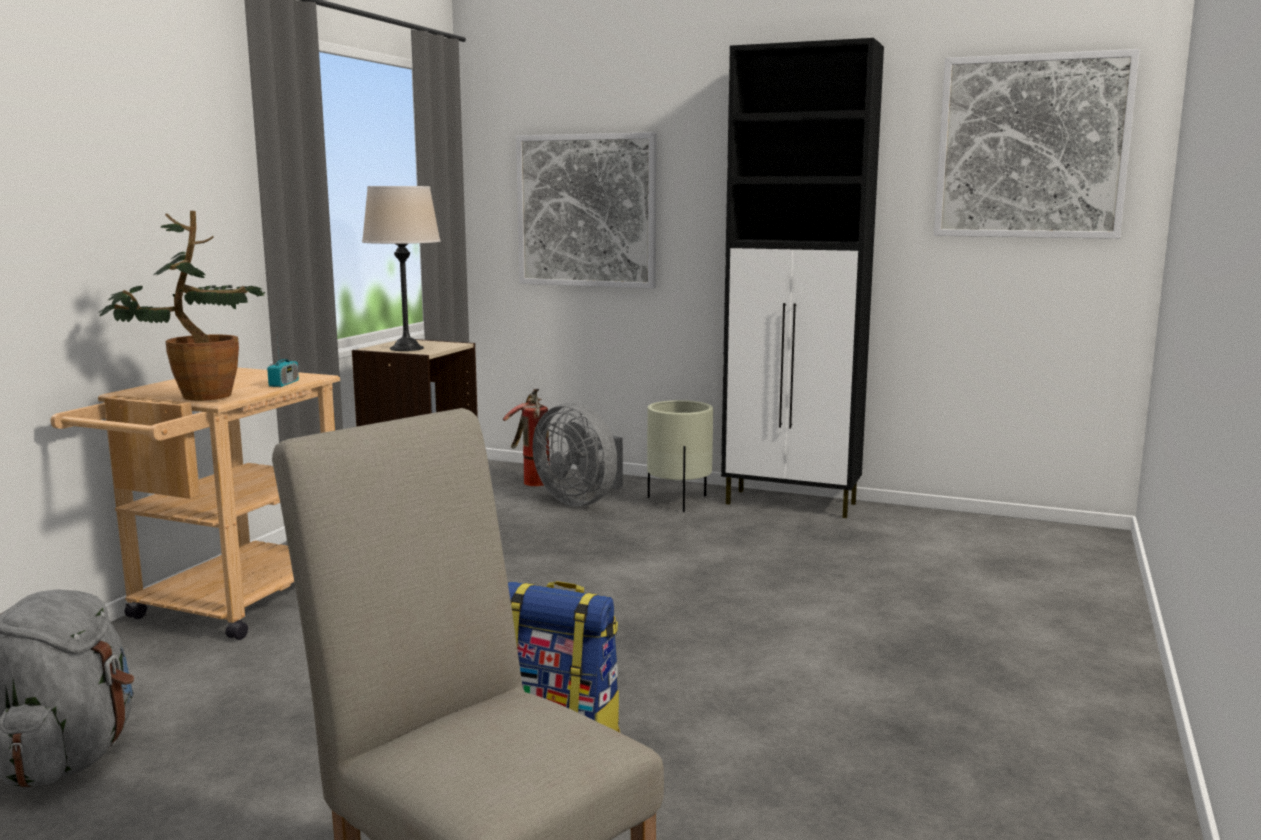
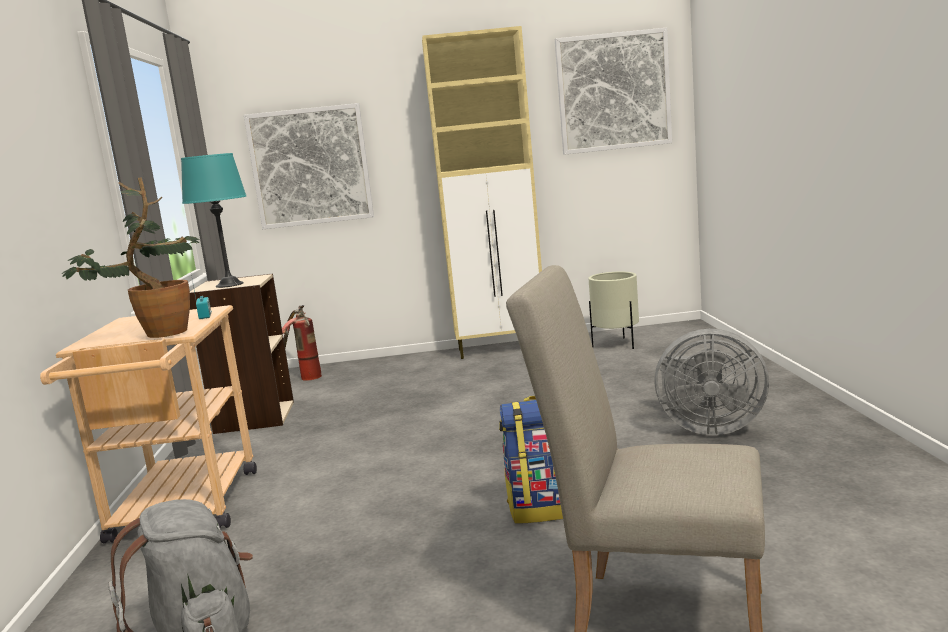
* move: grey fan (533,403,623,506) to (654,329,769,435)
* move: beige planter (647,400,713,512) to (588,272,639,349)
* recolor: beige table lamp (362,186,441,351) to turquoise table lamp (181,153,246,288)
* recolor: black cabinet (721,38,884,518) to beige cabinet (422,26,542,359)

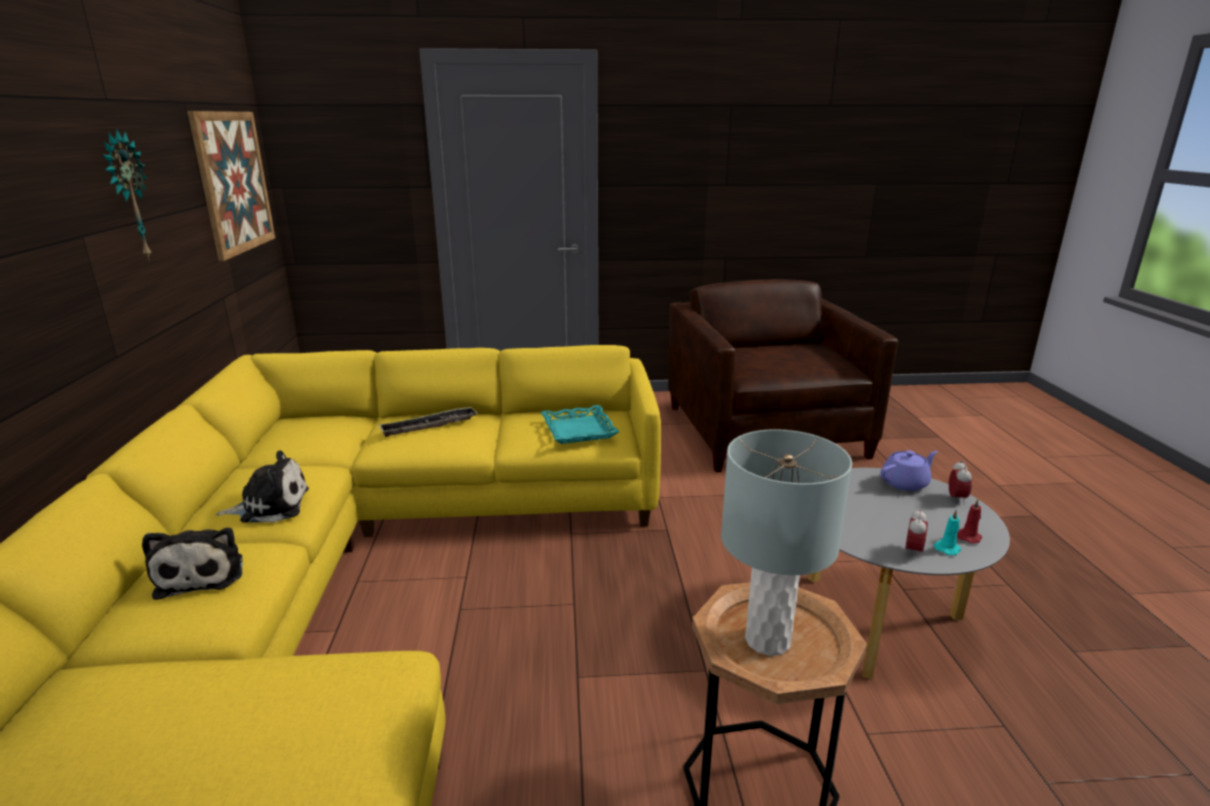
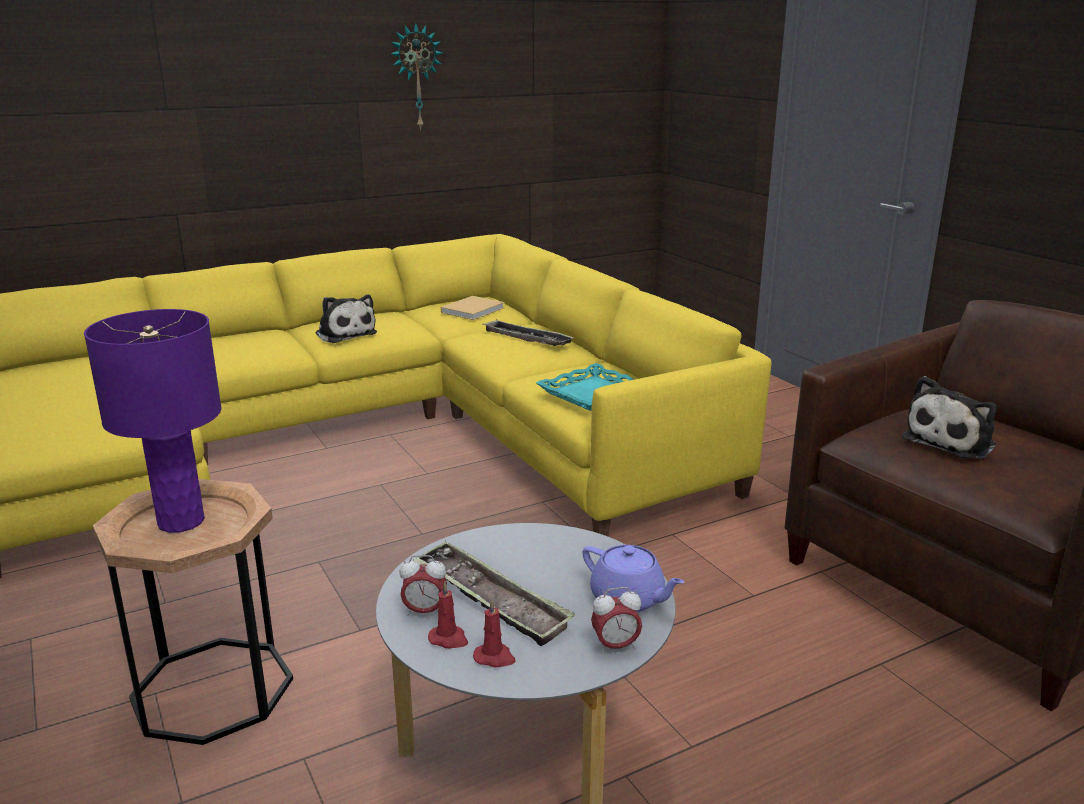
* delete: picture (187,111,275,261)
* insert: tray (413,541,575,646)
* insert: beige book (441,296,505,320)
* move: plush toy (142,528,243,600) to (902,376,997,459)
* recolor: grey table lamp (721,429,852,656) to purple table lamp (84,309,222,533)
* recolor: turquoise candle (934,509,961,555) to red candle (428,582,468,649)

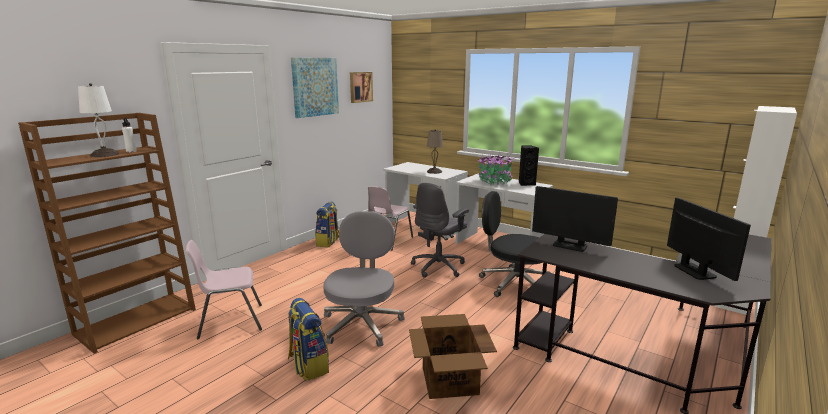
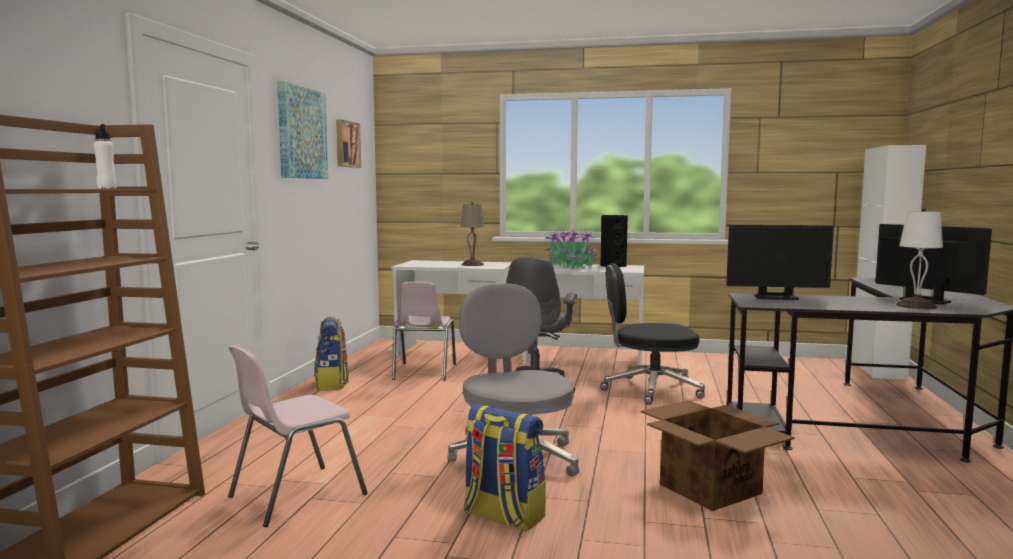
* move: white table lamp (78,83,119,157) to (896,208,943,309)

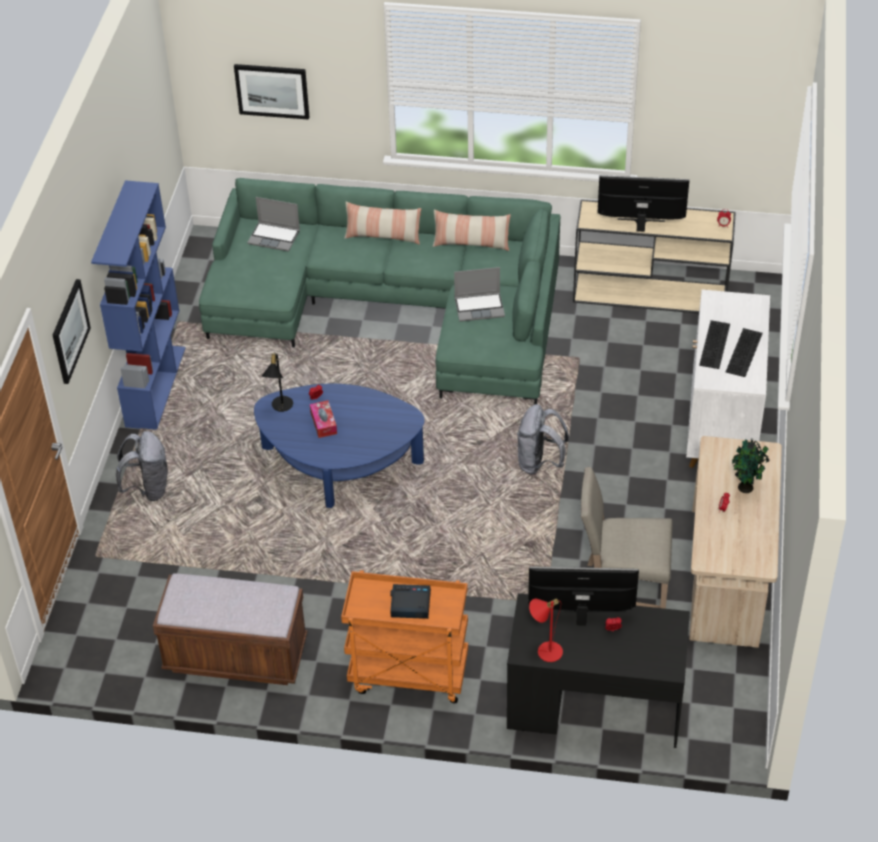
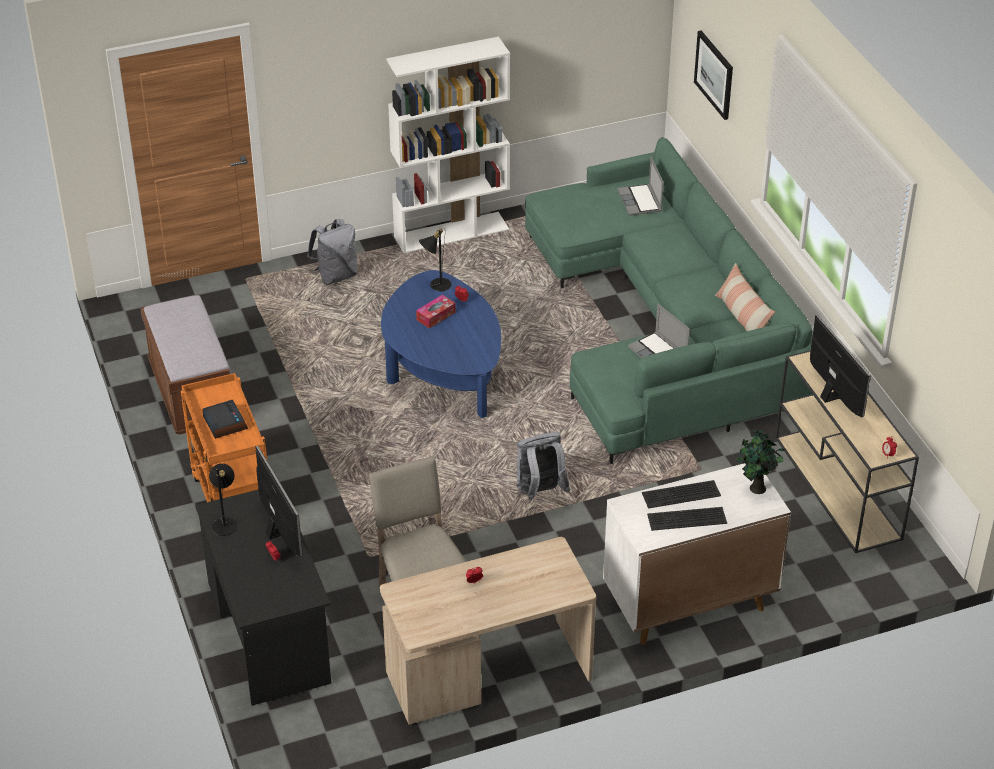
* delete: picture (53,279,91,384)
* delete: pillow (344,202,421,245)
* move: potted plant (732,439,770,493) to (736,429,785,494)
* recolor: blue bookcase (91,180,186,430) to white bookcase (386,37,510,253)
* recolor: red table lamp (529,599,563,662) to black table lamp (209,463,237,536)

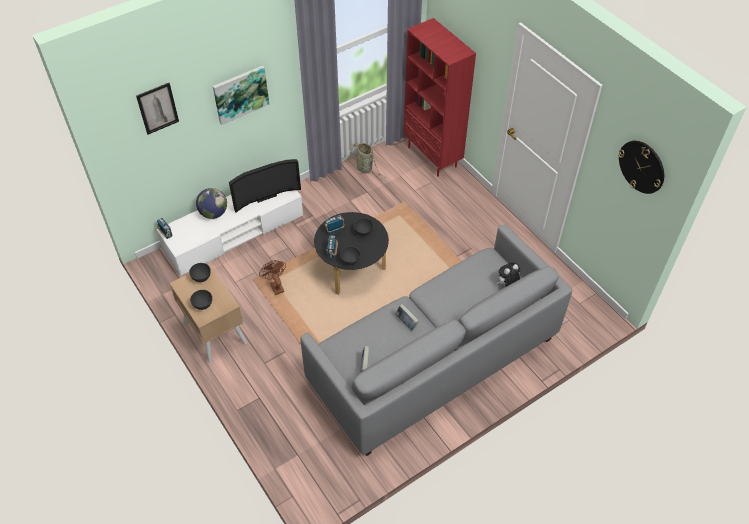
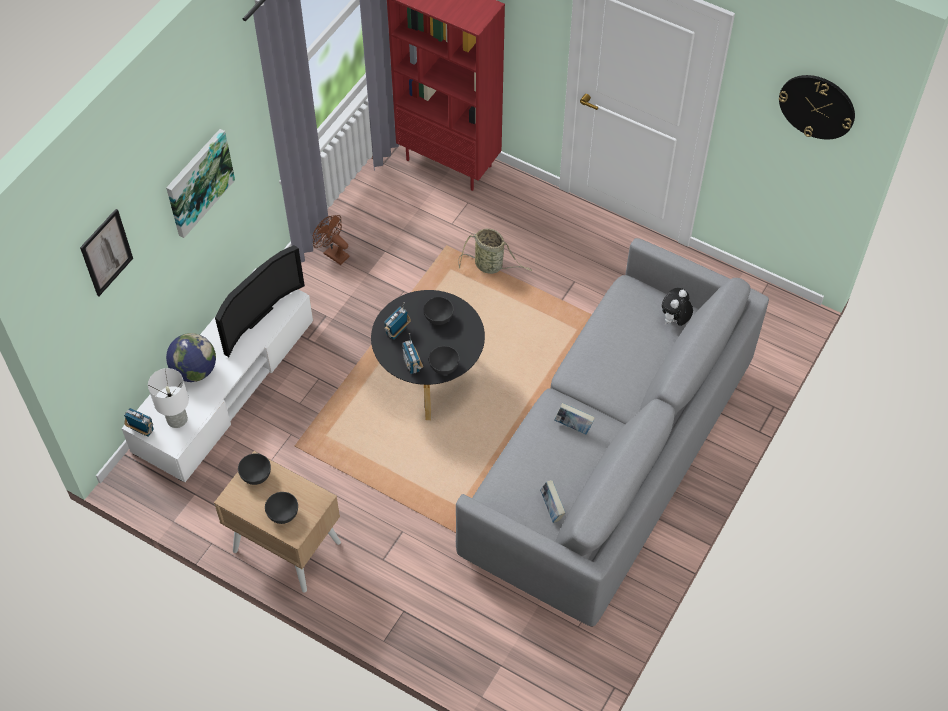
* insert: white table lamp (148,368,189,428)
* move: brown fan (259,260,286,295) to (313,215,349,265)
* move: basket (345,143,386,178) to (458,228,532,274)

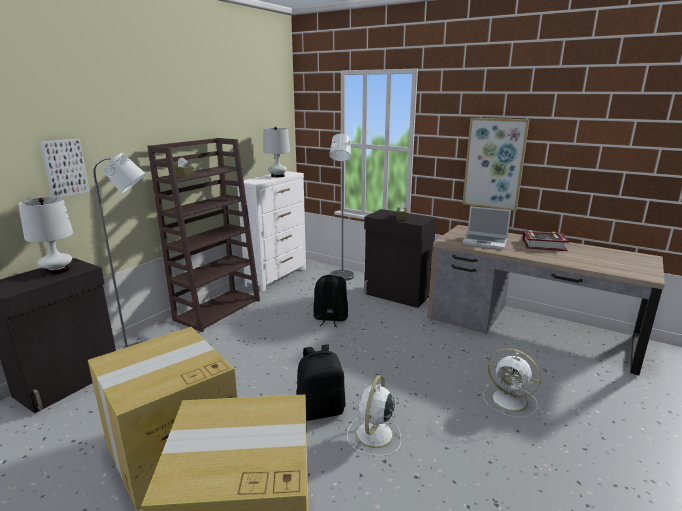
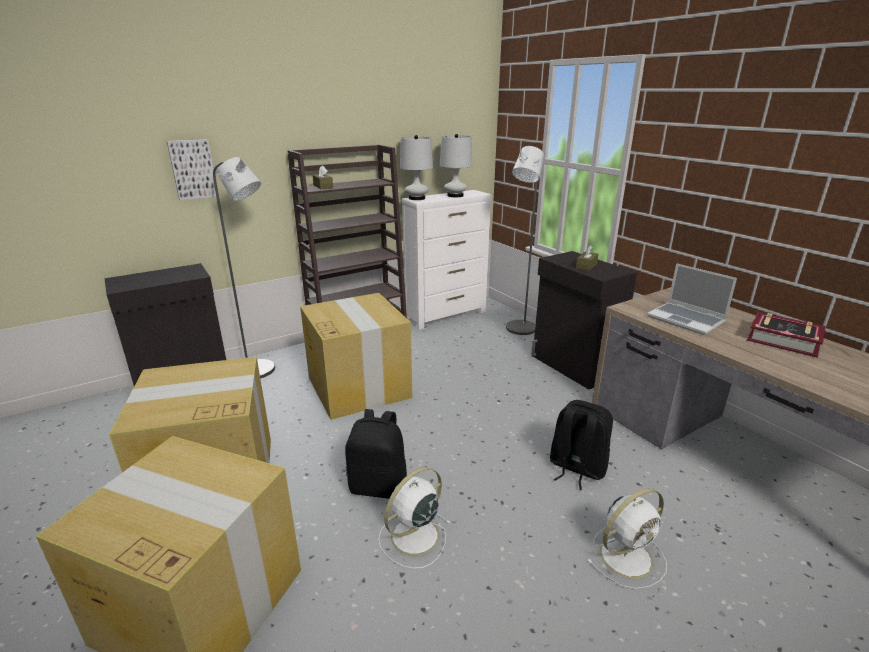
* delete: picture (462,118,530,211)
* insert: cardboard box (300,293,412,420)
* move: white table lamp (18,197,73,275) to (400,135,433,200)
* move: black backpack (314,275,348,327) to (550,400,613,490)
* rotate: white fan (483,348,541,418) = (586,488,667,589) 90 degrees counterclockwise

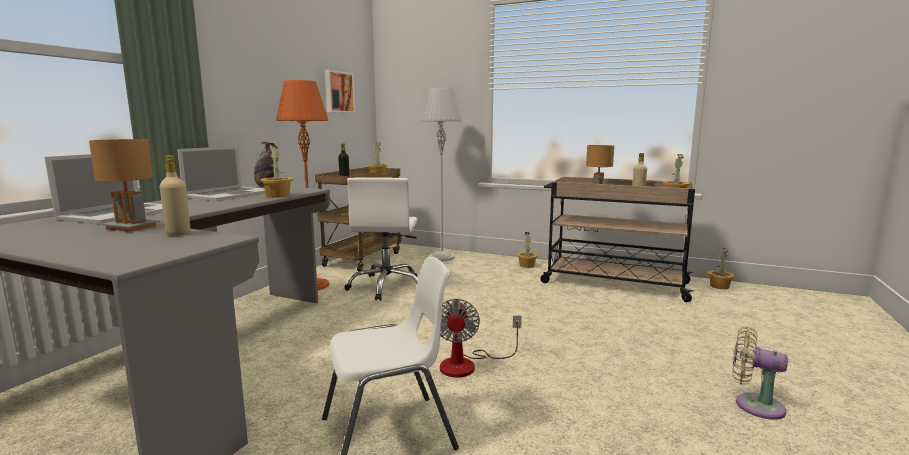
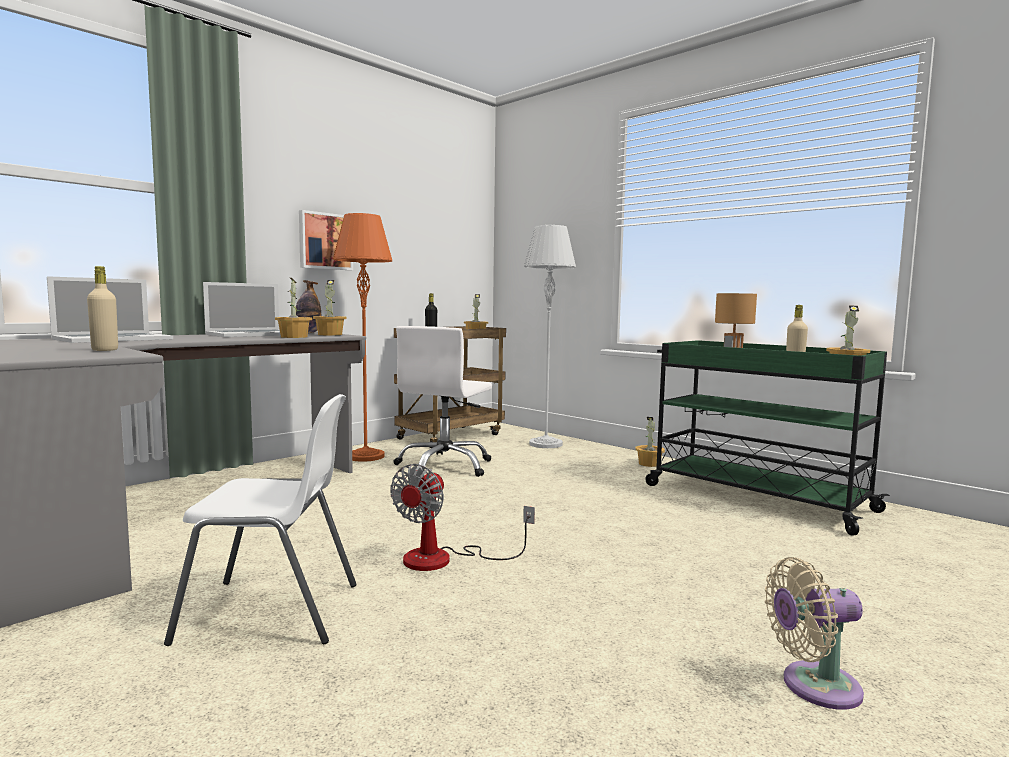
* delete: brown table lamp (89,139,160,232)
* move: picture (325,70,355,113) to (299,210,353,270)
* move: potted plant (708,248,735,289) to (313,280,346,335)
* recolor: beige cart (540,177,695,302) to green cart (646,340,890,535)
* rotate: beige fan (732,326,788,420) = (765,557,864,710) 60 degrees counterclockwise

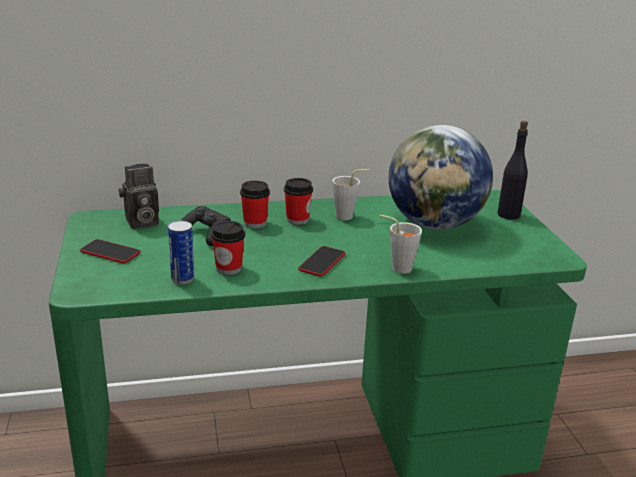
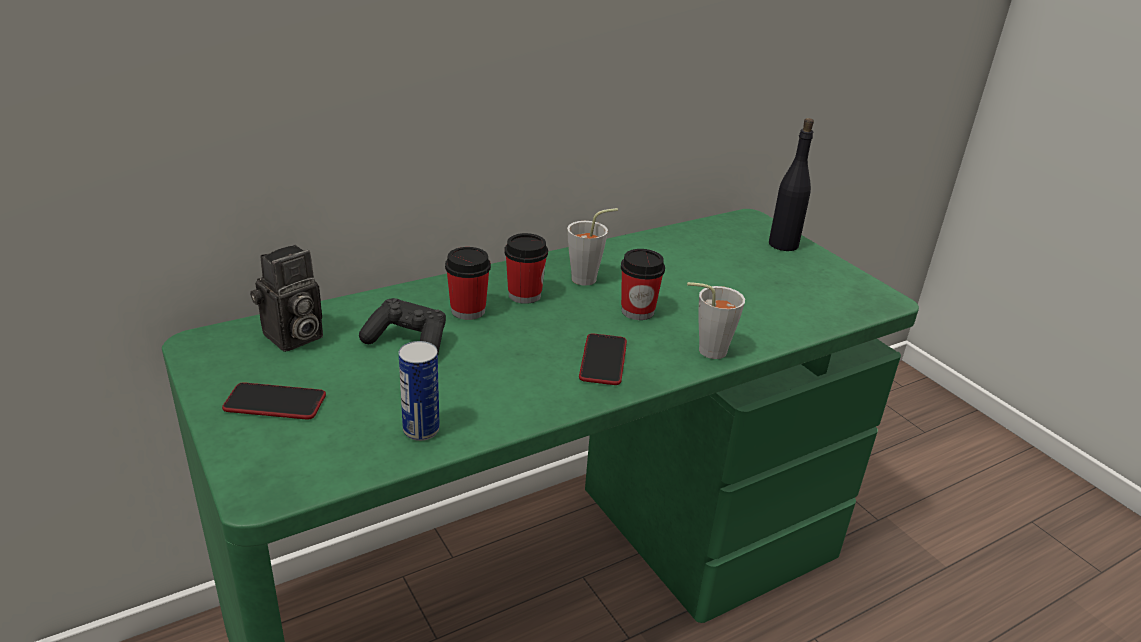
* delete: globe (389,125,493,230)
* move: cup (211,221,245,275) to (621,249,665,320)

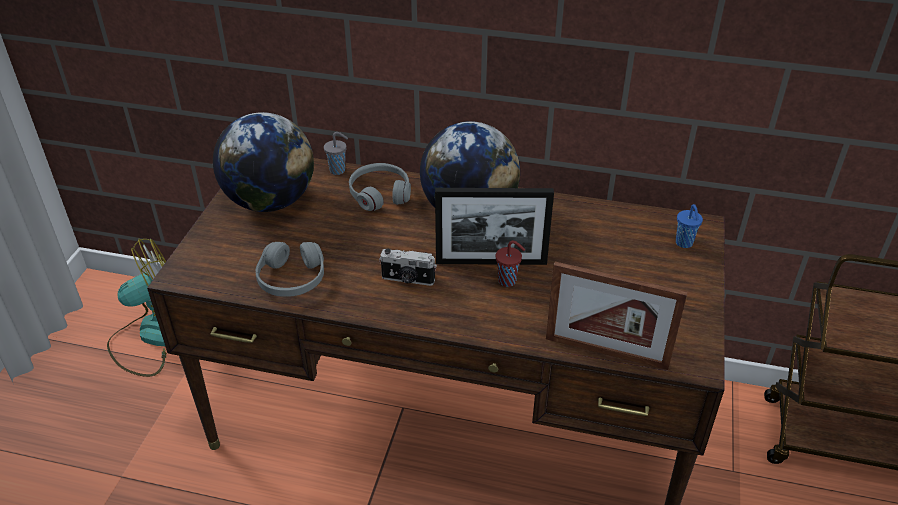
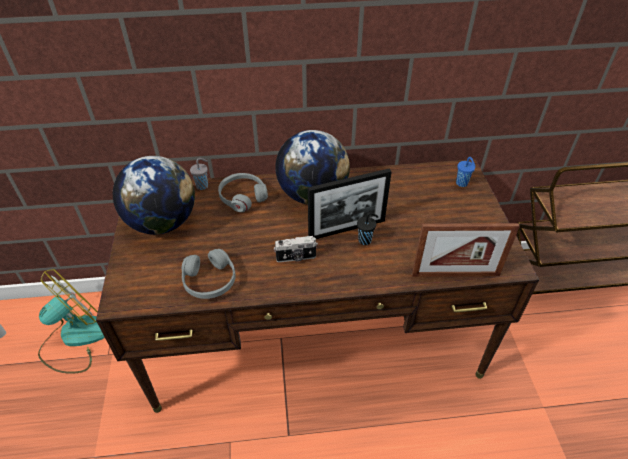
* recolor: red cup (496,241,525,287) to black cup (357,212,379,245)

